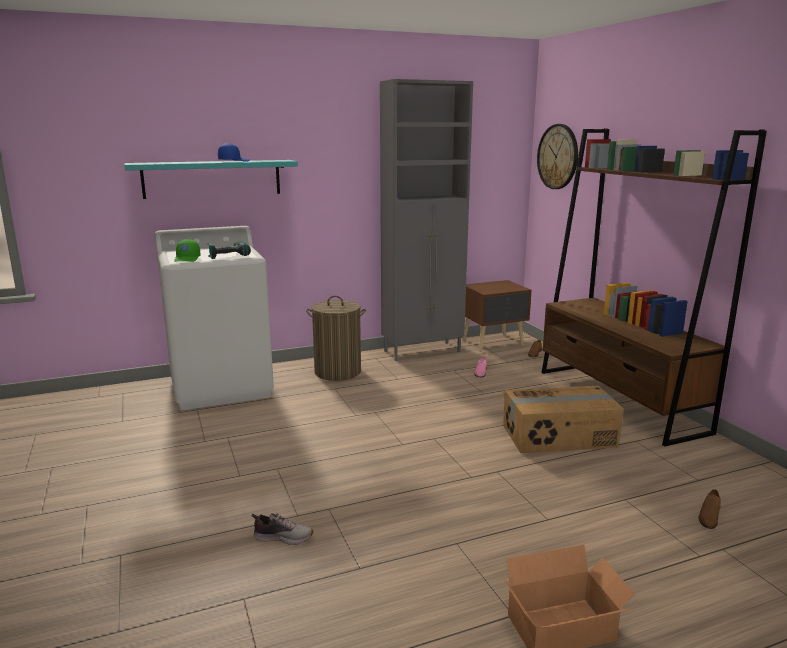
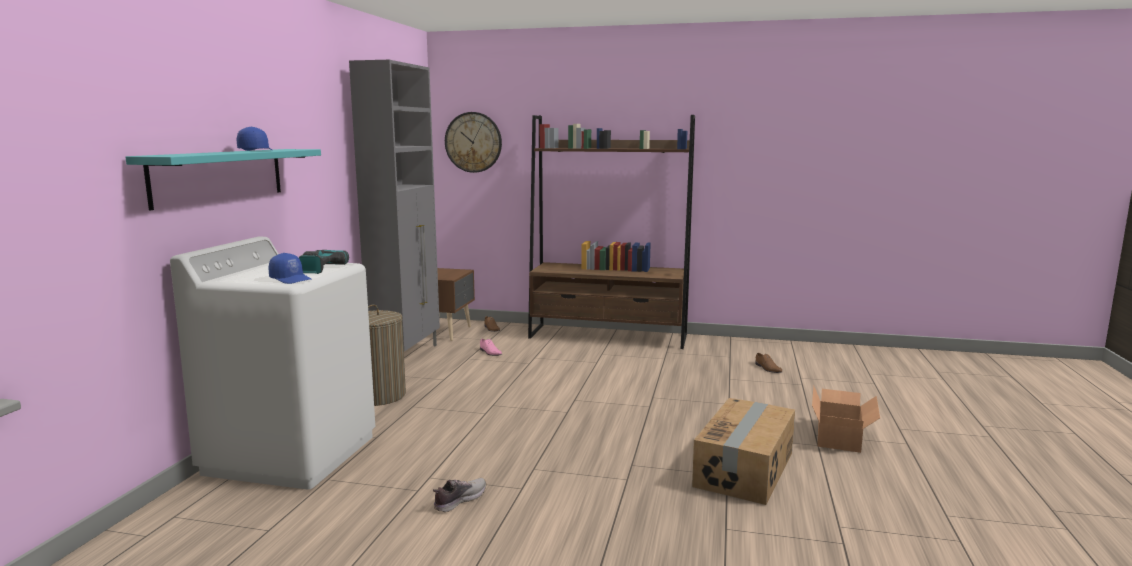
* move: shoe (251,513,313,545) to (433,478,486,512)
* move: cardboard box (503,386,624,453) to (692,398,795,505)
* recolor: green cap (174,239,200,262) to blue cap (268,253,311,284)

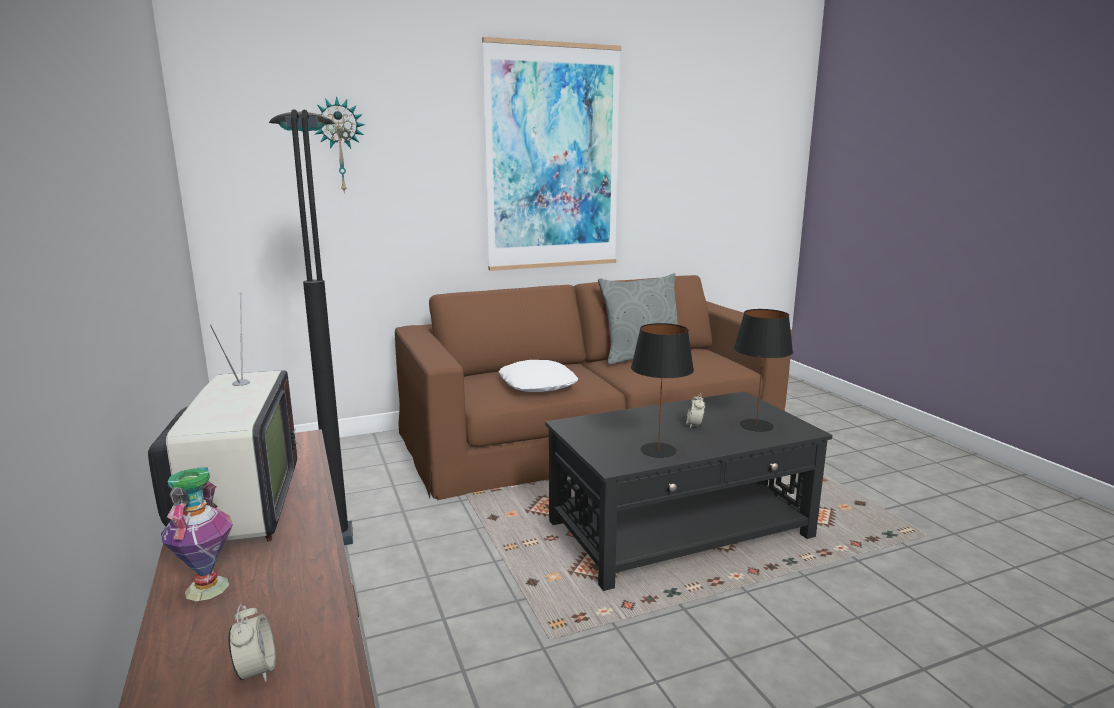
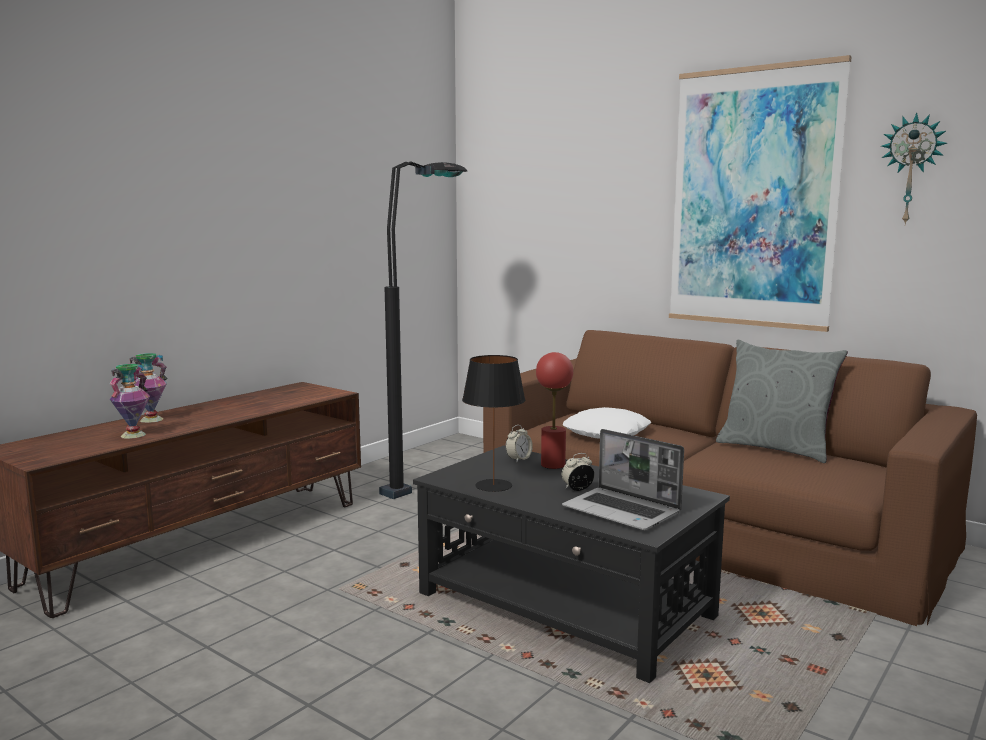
* delete: television (148,292,297,542)
* insert: vase (109,364,150,439)
* insert: red table lamp (536,352,573,469)
* move: alarm clock (229,604,276,682) to (505,425,533,461)
* move: wall clock (314,96,365,194) to (881,113,947,225)
* replace: black table lamp (734,309,793,432) to laptop (562,429,684,530)

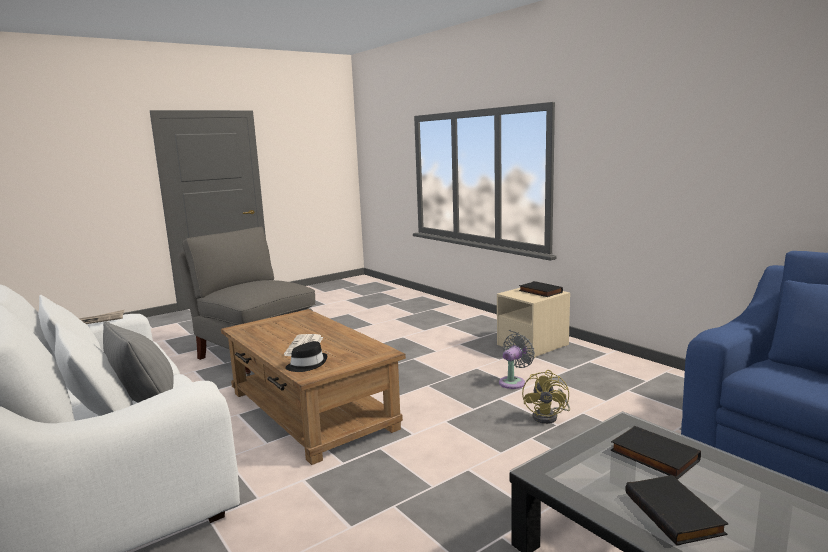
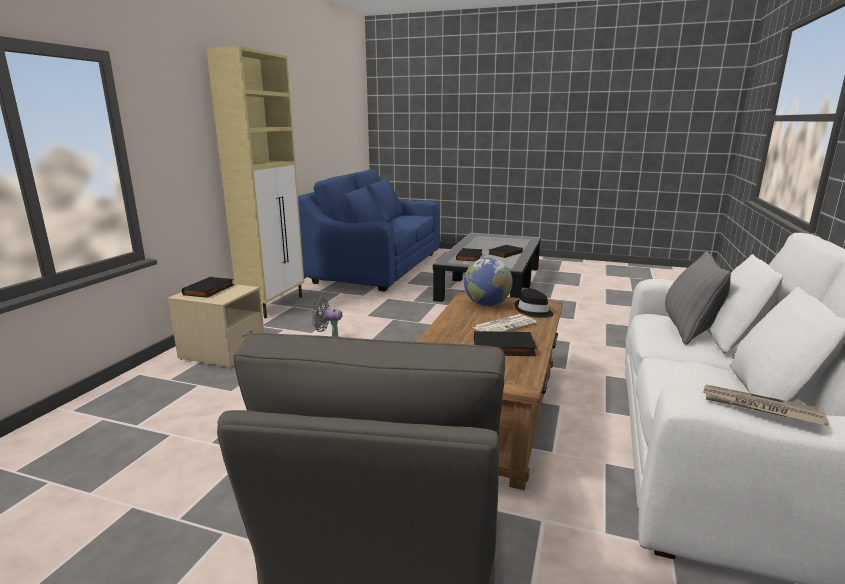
* delete: yellow fan (522,370,570,424)
* insert: beige cabinet (206,46,304,318)
* insert: globe (464,258,513,306)
* insert: black book (474,331,537,356)

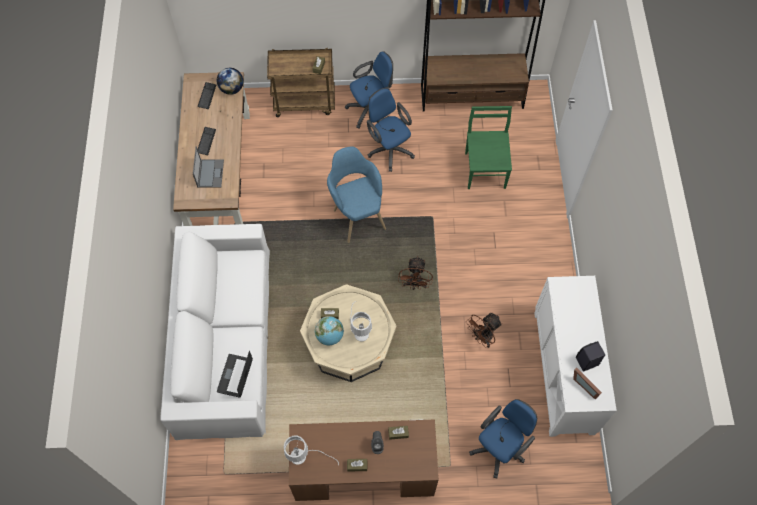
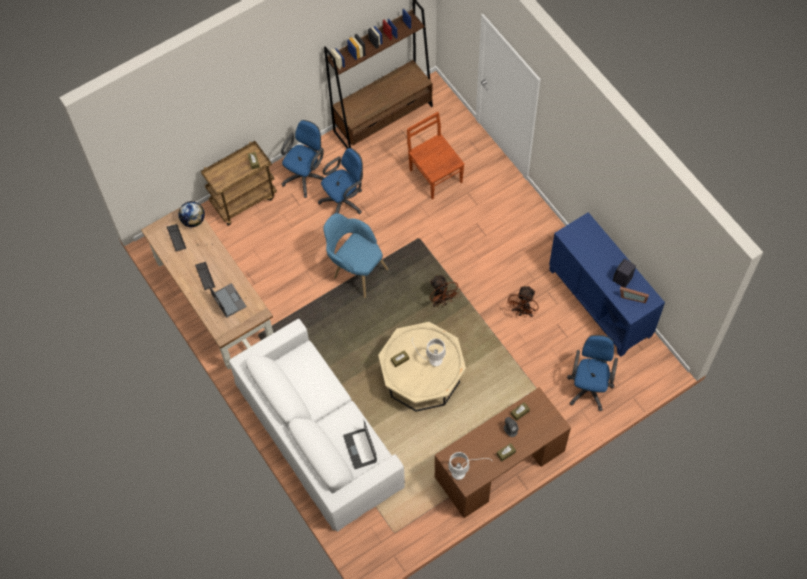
* delete: globe (315,316,344,345)
* recolor: green chair (465,106,512,189) to brown chair (407,112,465,200)
* recolor: white cabinet (534,276,617,437) to blue cabinet (549,212,665,357)
* rotate: blue office chair (367,88,415,172) = (318,148,363,214) 120 degrees clockwise

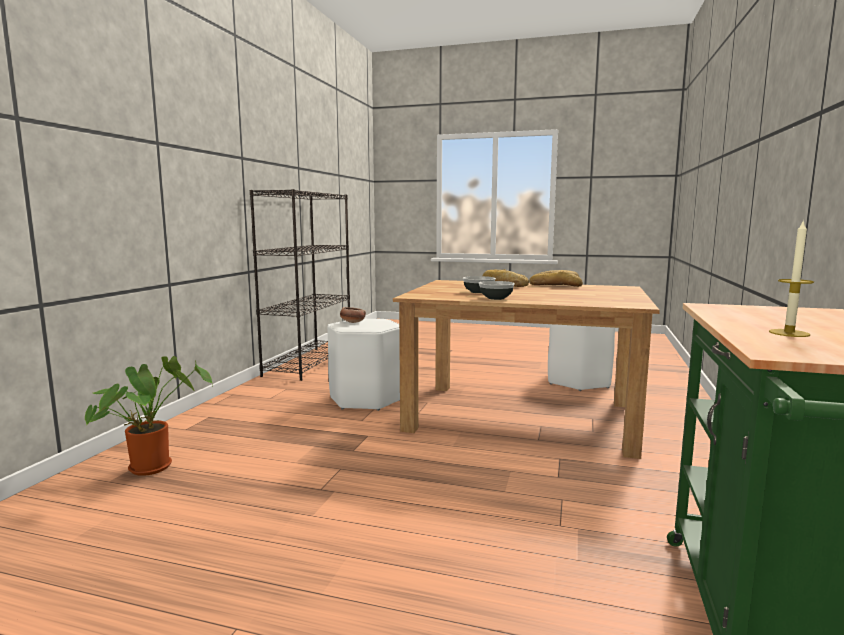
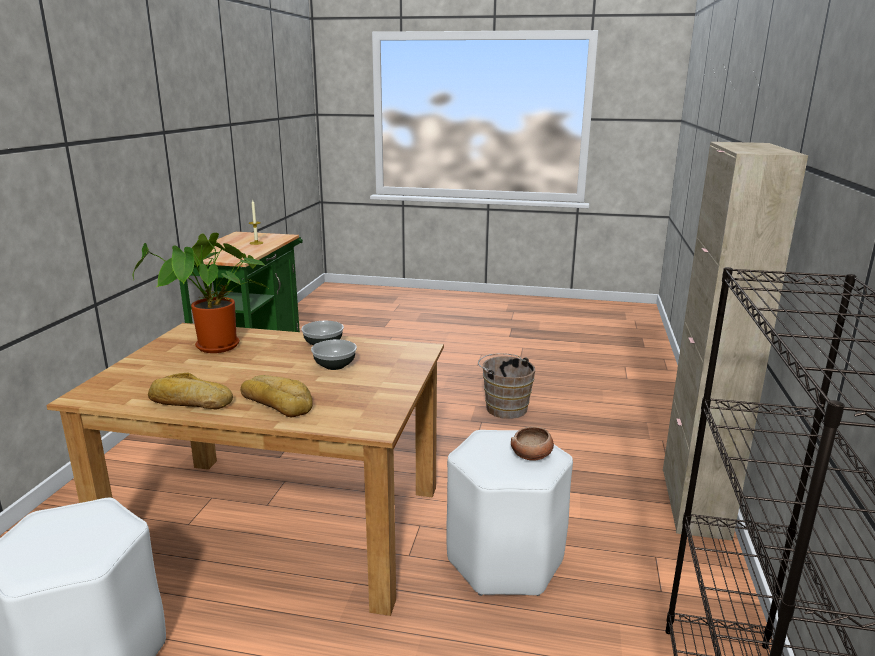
* insert: brown bucket (478,353,535,419)
* insert: beige cabinet (663,142,808,540)
* move: potted plant (85,356,213,476) to (133,233,268,353)

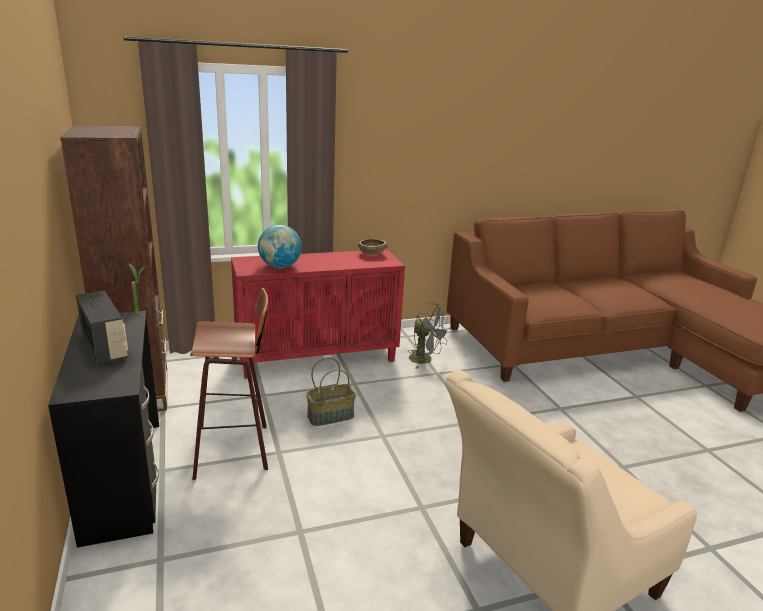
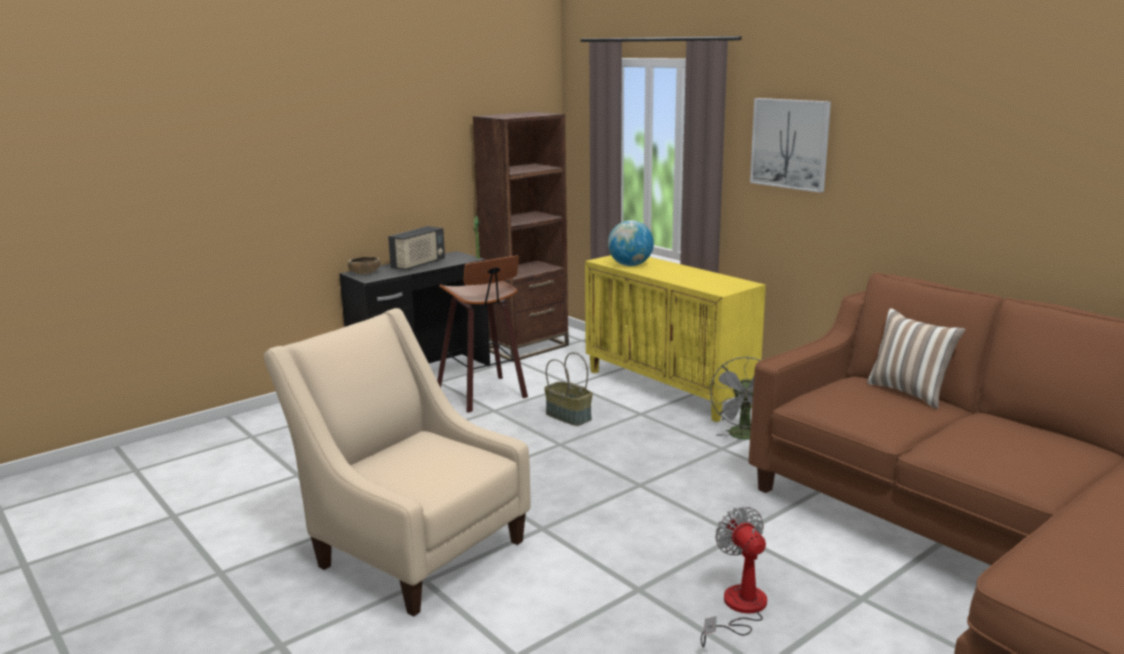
* insert: fan (701,506,767,647)
* insert: picture (750,98,831,193)
* insert: pillow (867,308,966,409)
* move: brown bowl (358,239,388,256) to (348,257,381,274)
* recolor: red cabinet (231,249,405,379) to yellow cabinet (585,255,766,422)

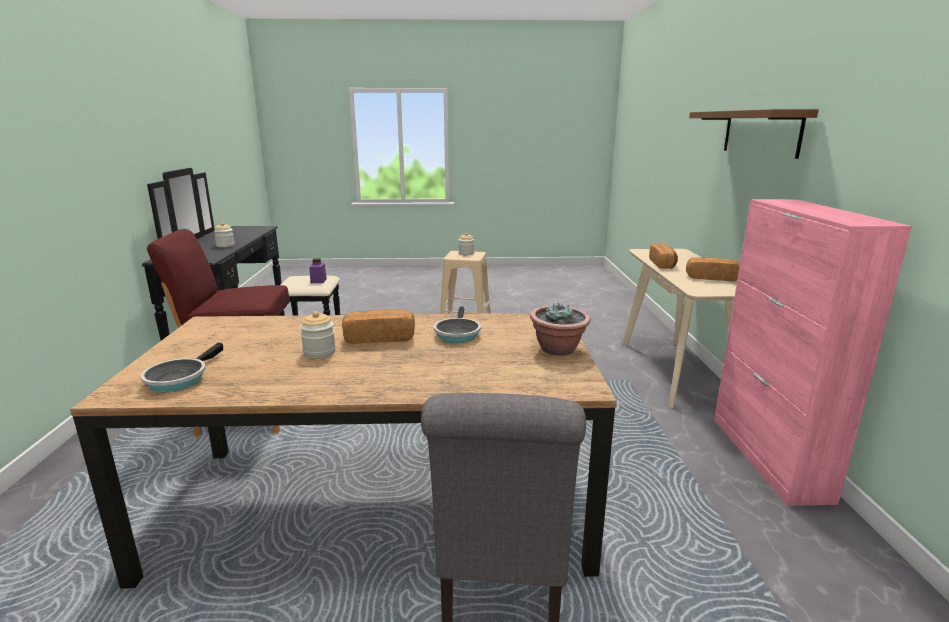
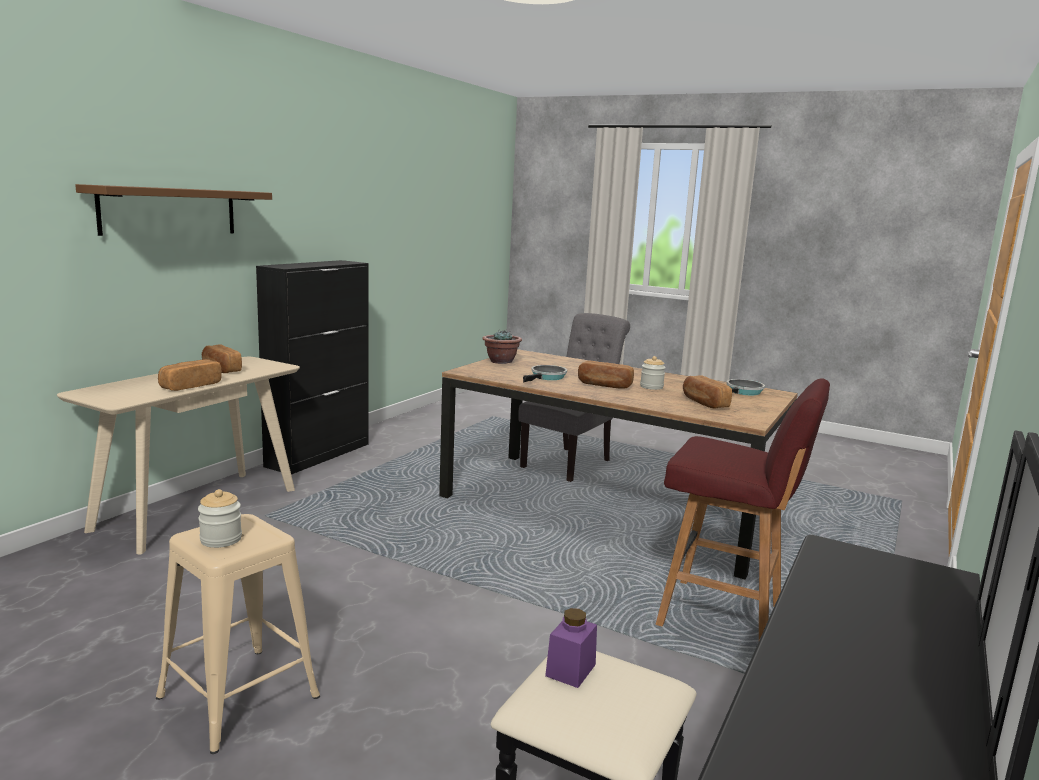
* delete: jar (214,222,235,247)
* insert: bread (683,375,732,409)
* recolor: pink cabinet (714,199,912,506) to black cabinet (256,260,368,474)

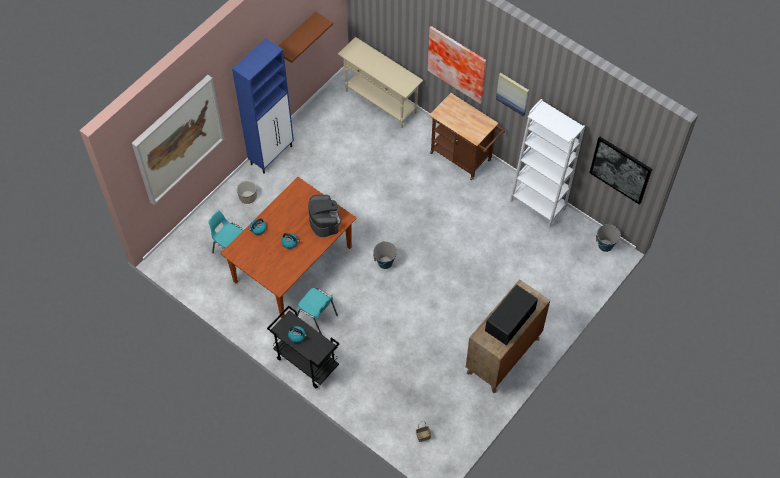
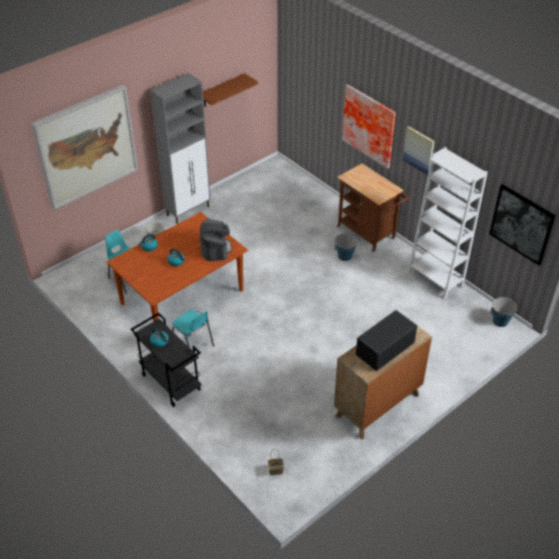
* delete: beige console table (338,37,423,128)
* move: bucket (373,241,397,269) to (335,233,357,261)
* recolor: blue cabinet (232,38,294,174) to grey cabinet (150,73,211,224)

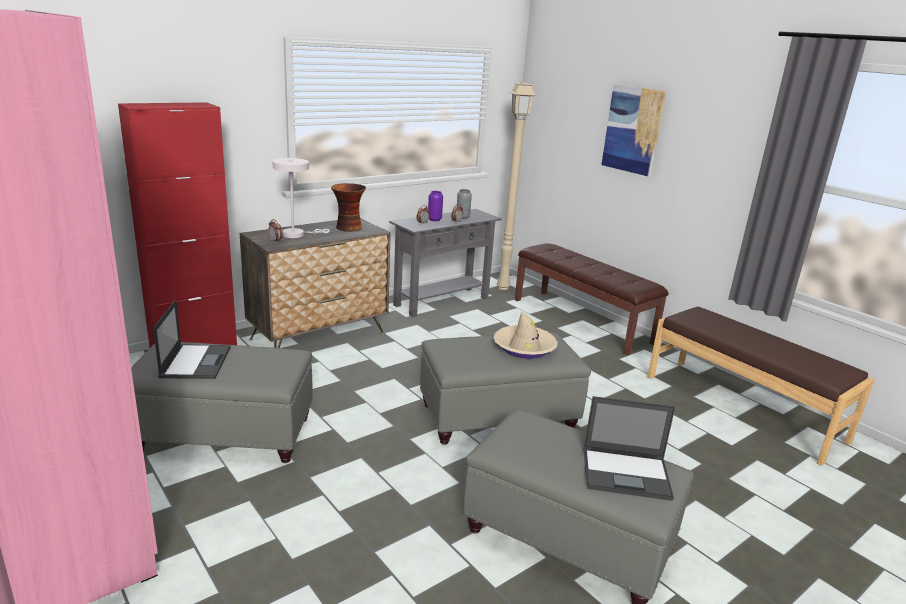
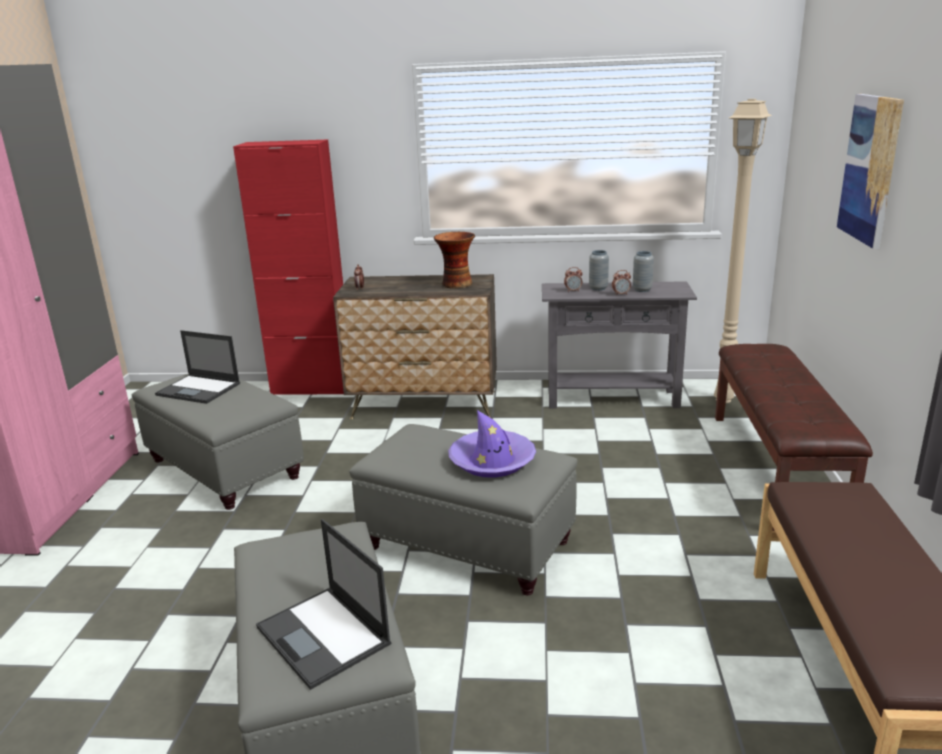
* delete: white table lamp (273,158,330,238)
* recolor: purple vase (428,191,443,221) to grey vase (589,250,609,291)
* recolor: beige hat (493,312,558,359) to purple hat (448,410,536,478)
* rotate: laptop (153,300,231,379) = (155,330,240,404) 75 degrees clockwise

